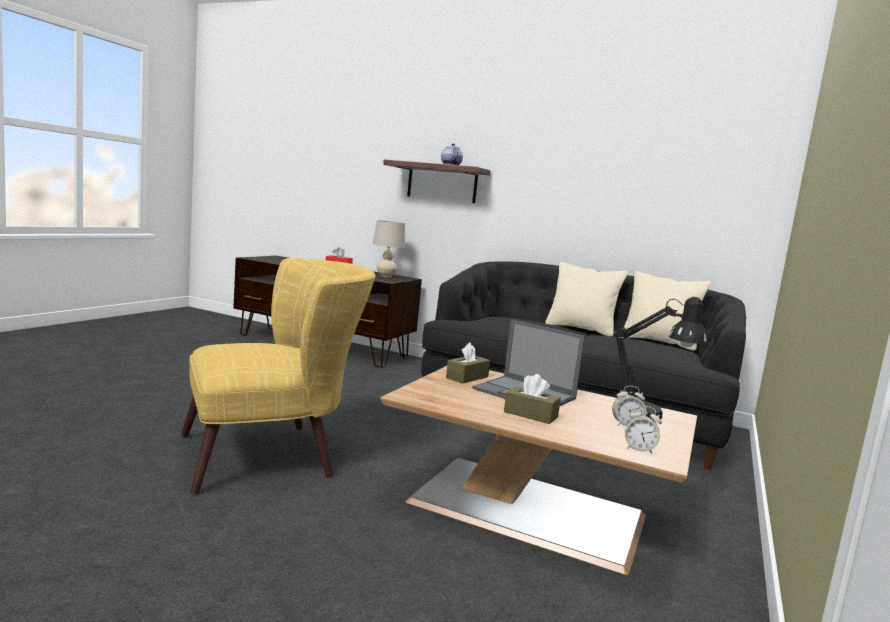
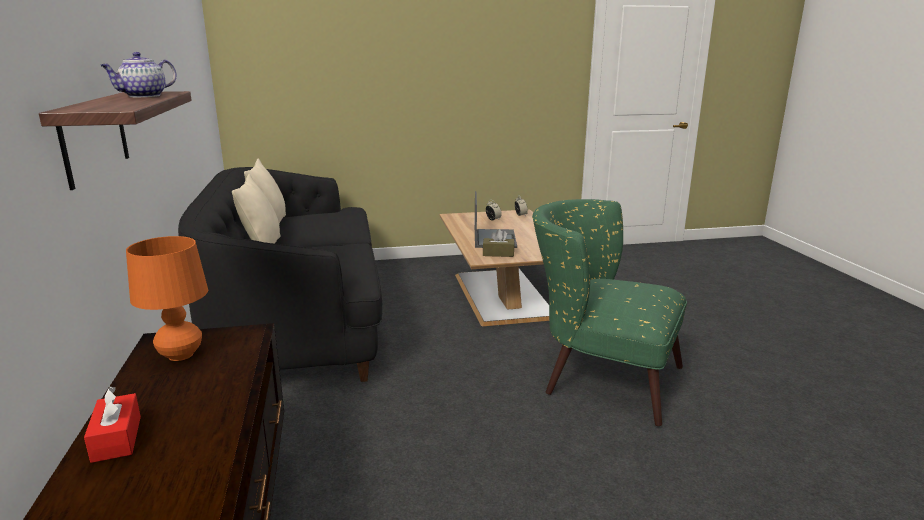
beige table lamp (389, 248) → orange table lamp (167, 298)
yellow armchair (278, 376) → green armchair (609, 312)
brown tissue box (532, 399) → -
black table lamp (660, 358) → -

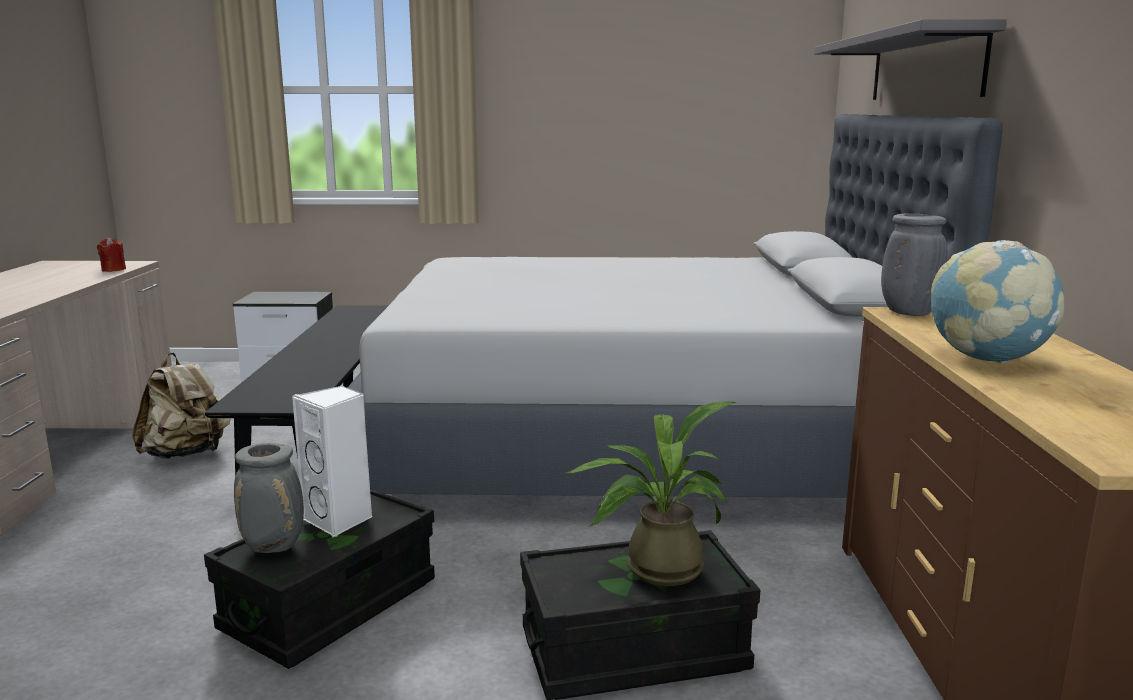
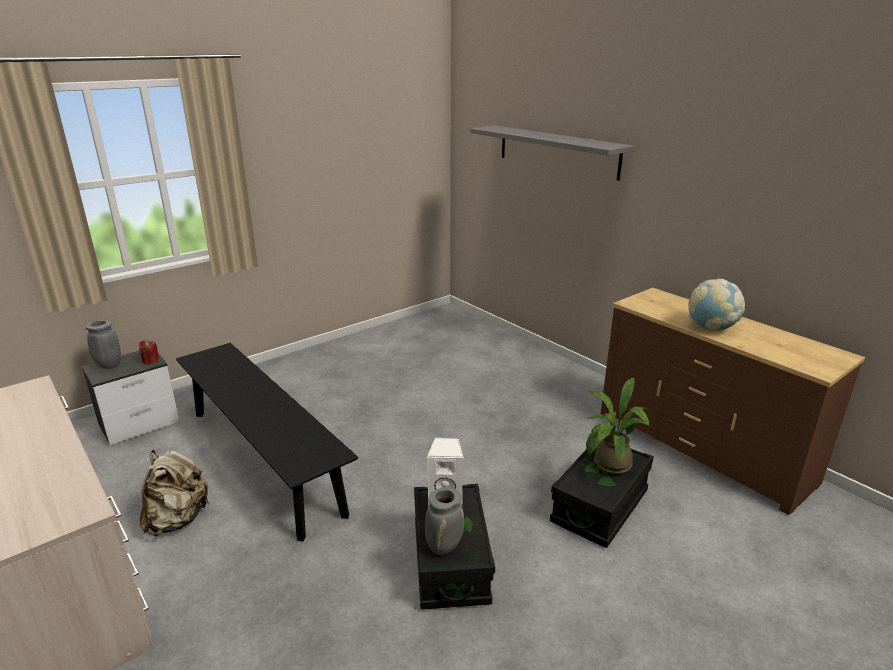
grey vase (914, 264) → grey vase (103, 344), shifted
red candle (111, 254) → red candle (149, 352), shifted
grey bed (675, 306) → -

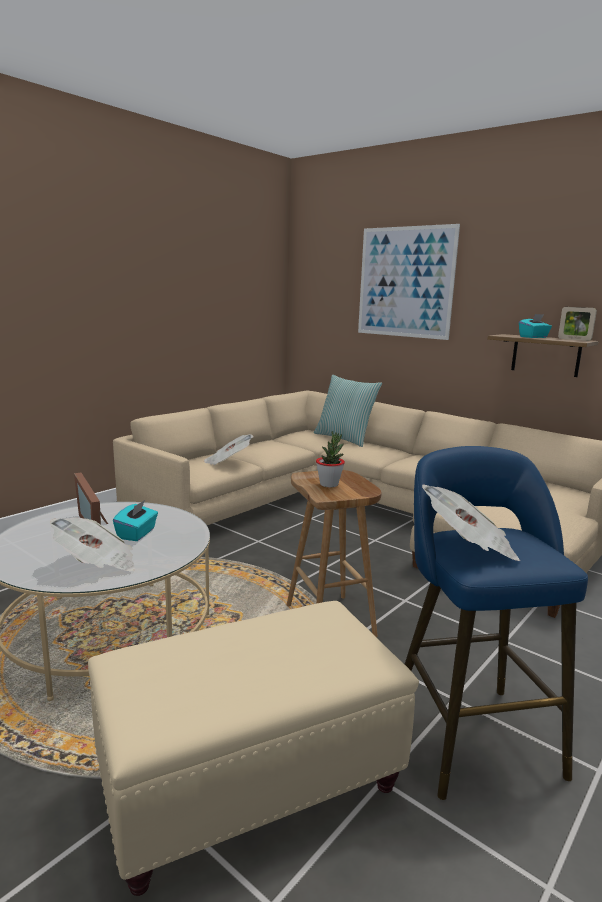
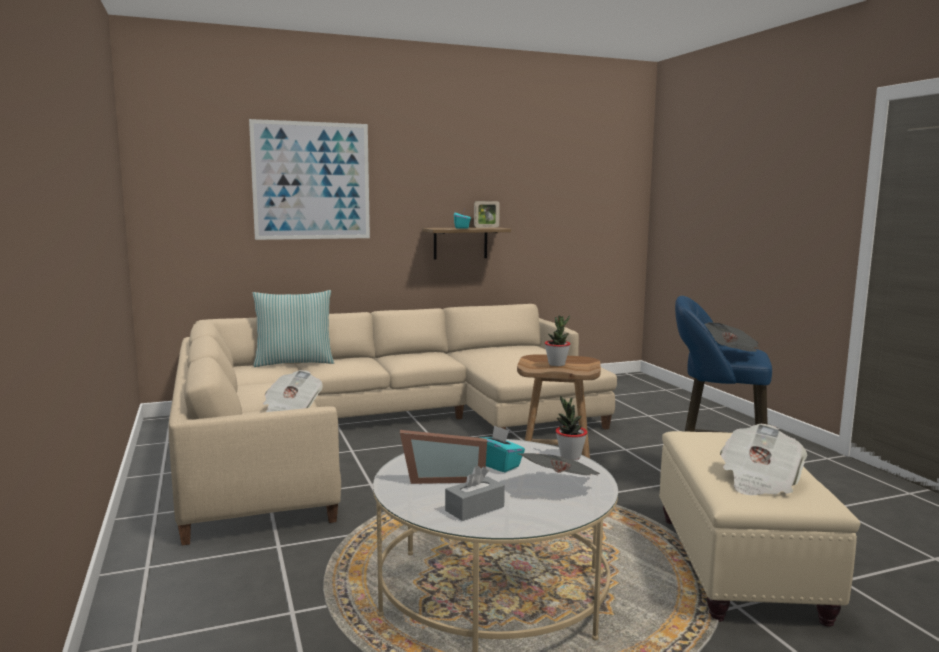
- → grey tissue box (475, 493)
- → potted plant (571, 427)
- → newspaper (764, 459)

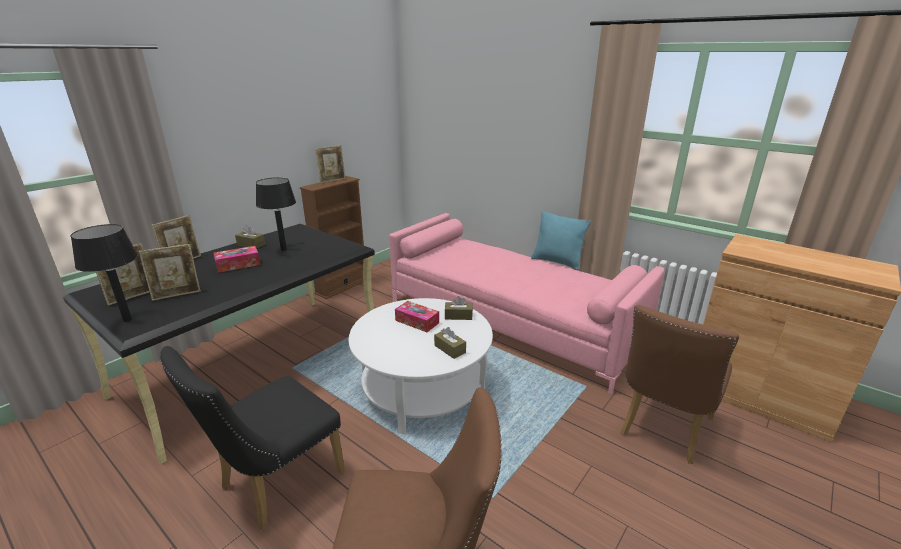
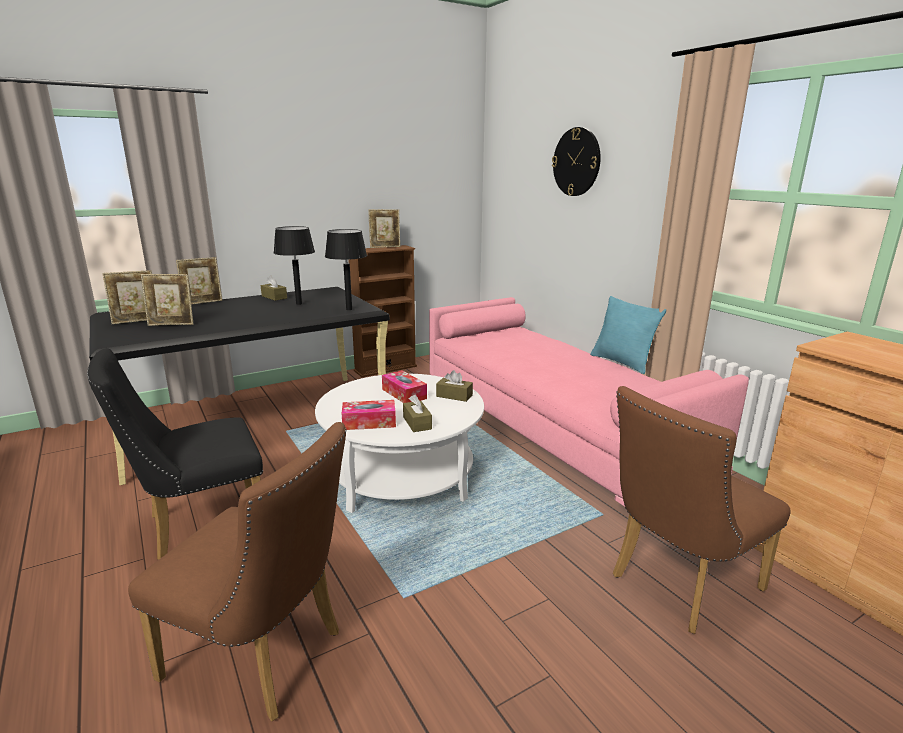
black table lamp (104, 273) → black table lamp (346, 269), shifted
tissue box (237, 259) → tissue box (369, 415), shifted
- → wall clock (576, 161)

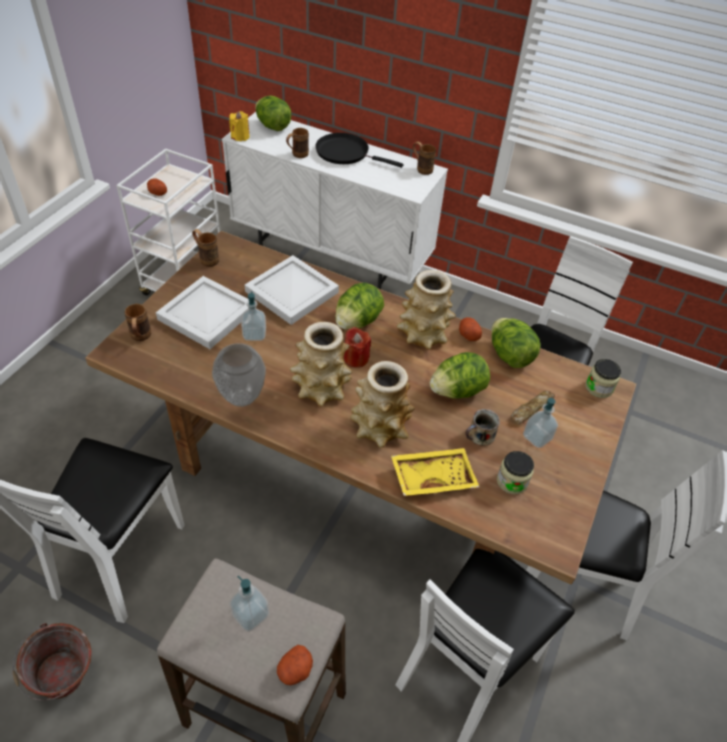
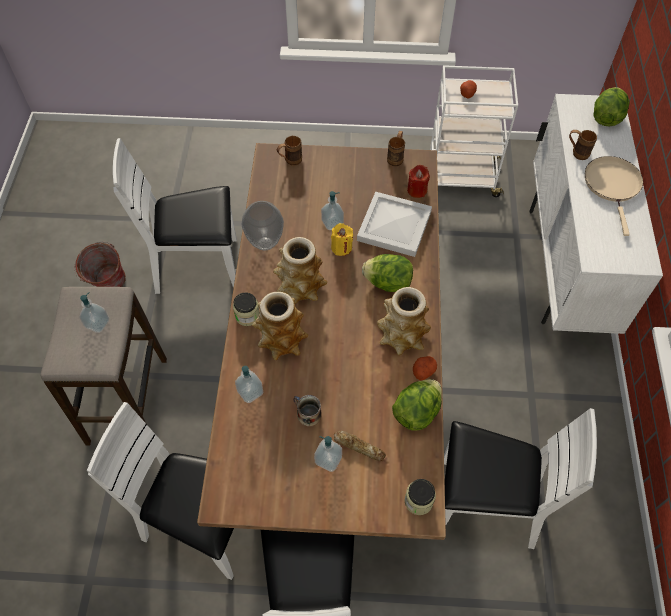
jar (515, 472) → jar (246, 309), shifted
yellow tray (435, 472) → soap dispenser (249, 384)
yellow candle (239, 126) → yellow candle (342, 239), shifted
red candle (357, 347) → red candle (418, 181), shifted
black frying pan (359, 150) → beige frying pan (614, 196)
white tray (202, 312) → -
potato (295, 665) → -
brown mug (424, 158) → -
lettuce (460, 375) → -

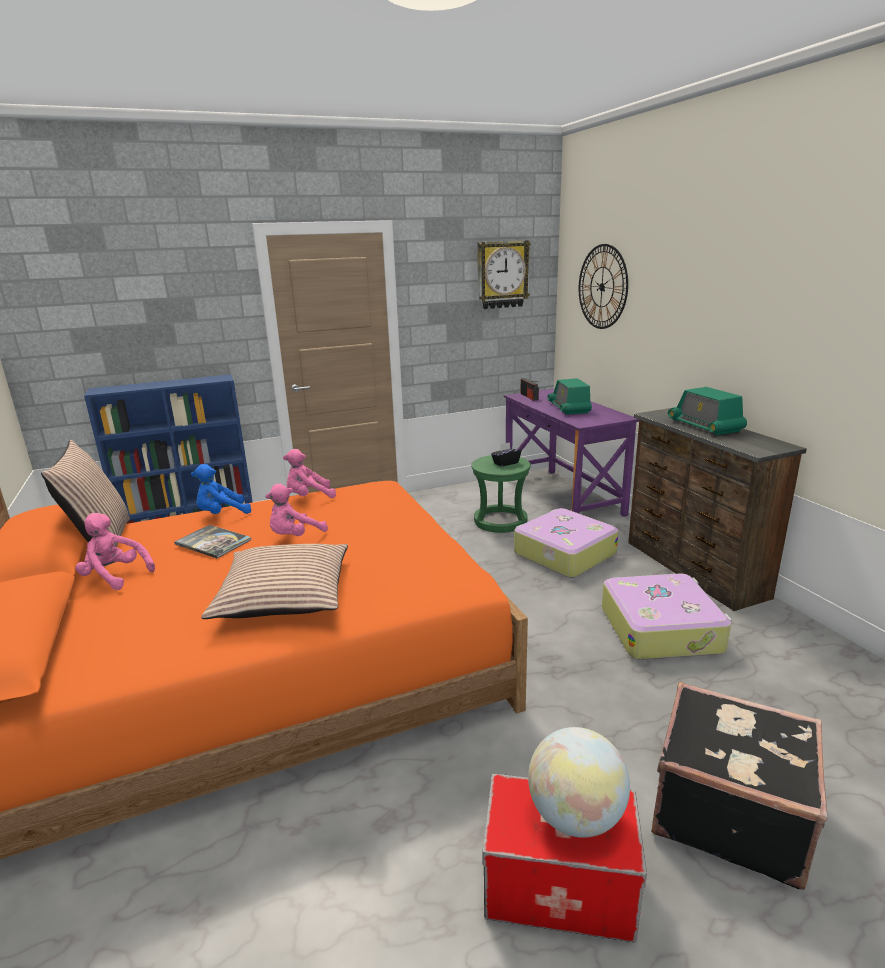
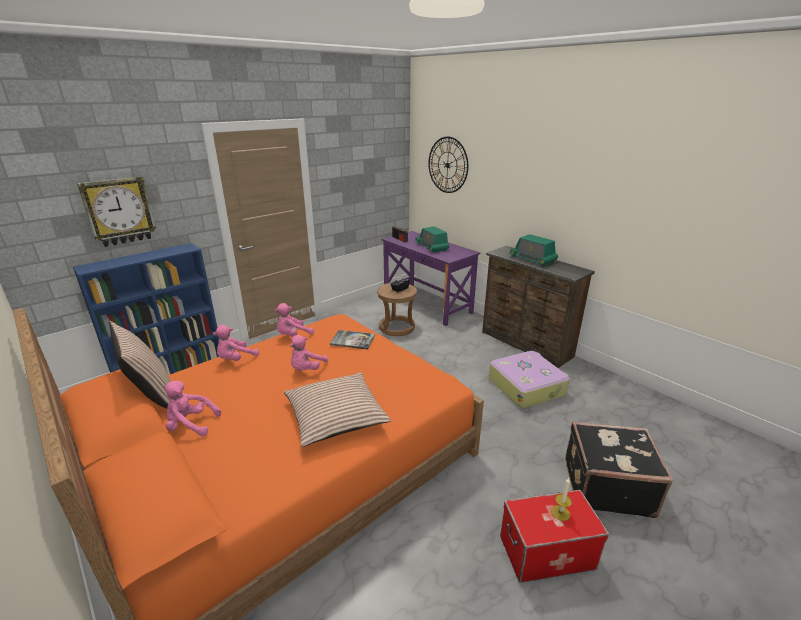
wall clock (504, 274) → wall clock (116, 211), shifted
blue plush toy (221, 489) → pink plush toy (236, 343)
book (212, 541) → book (352, 339), shifted
green stool (501, 494) → brown stool (397, 309)
globe (579, 782) → candle (561, 499)
suitcase (566, 543) → -

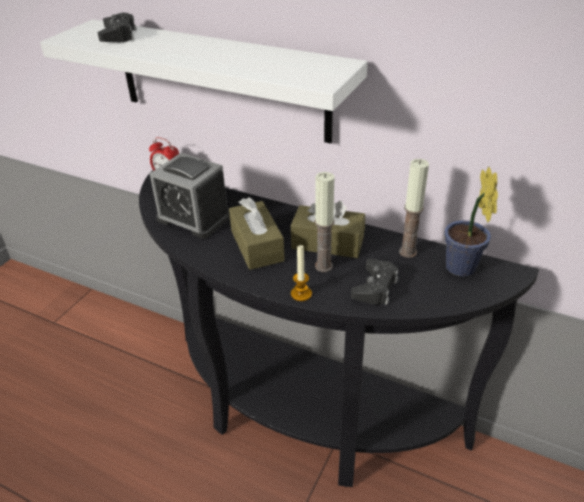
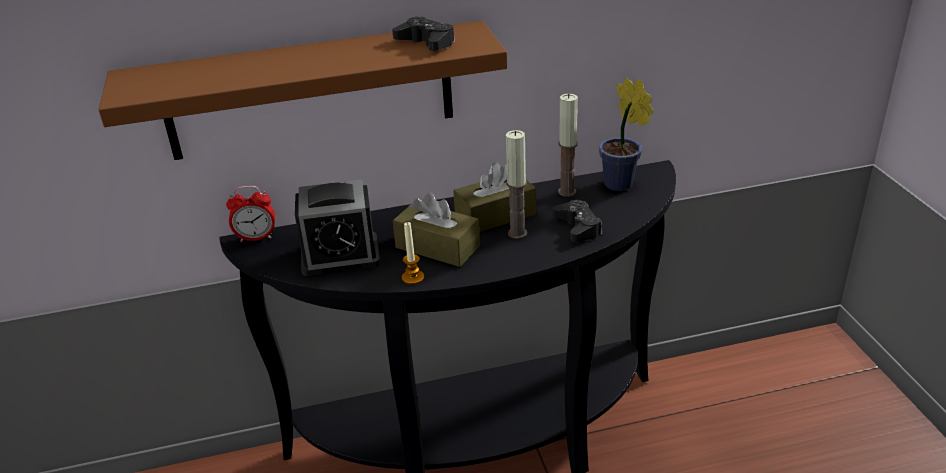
white shelf (204, 81) → brown shelf (302, 90)
black game controller (117, 27) → black game controller (423, 34), shifted
candle (301, 273) → candle (413, 253), shifted

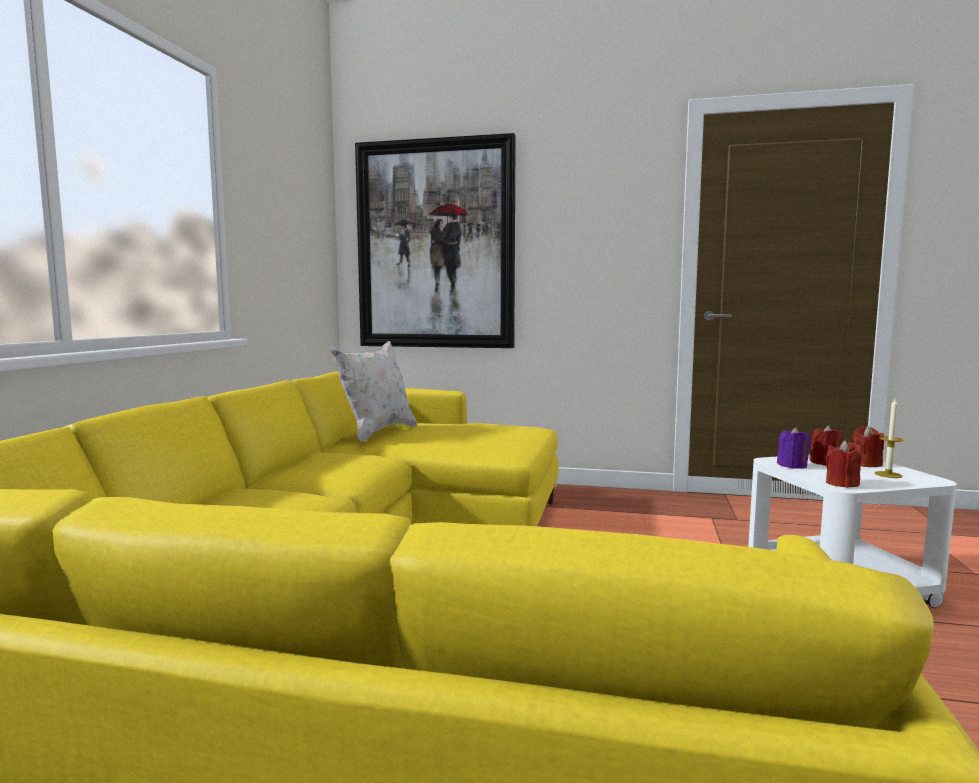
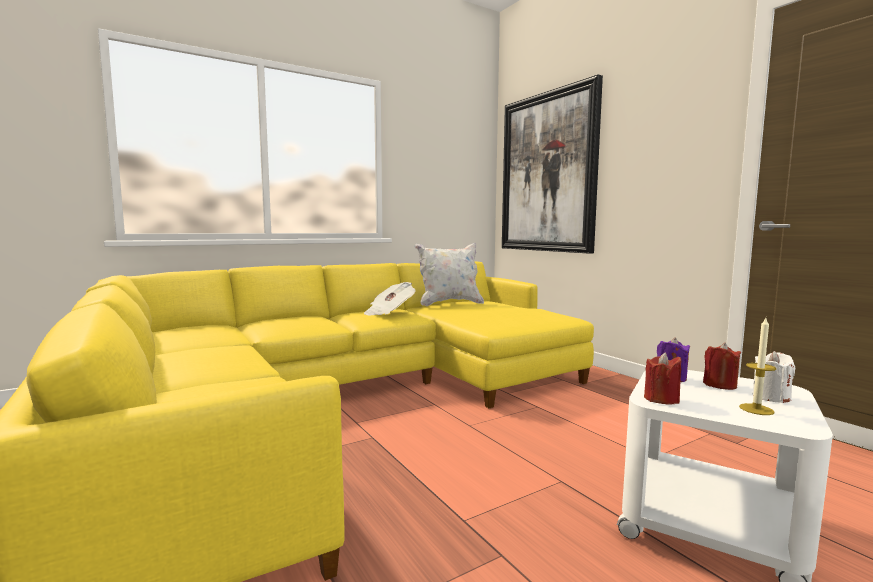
- → newspaper (390, 298)
red candle (867, 446) → white candle (773, 377)

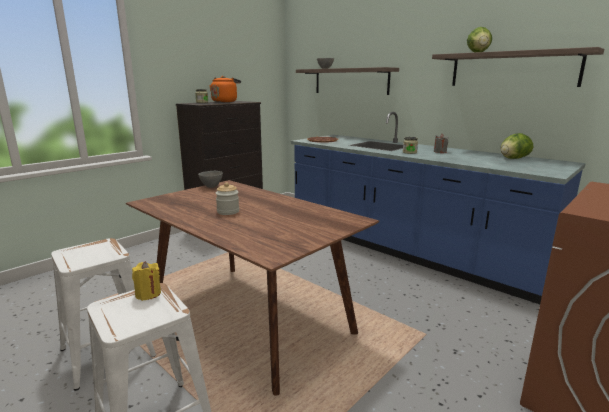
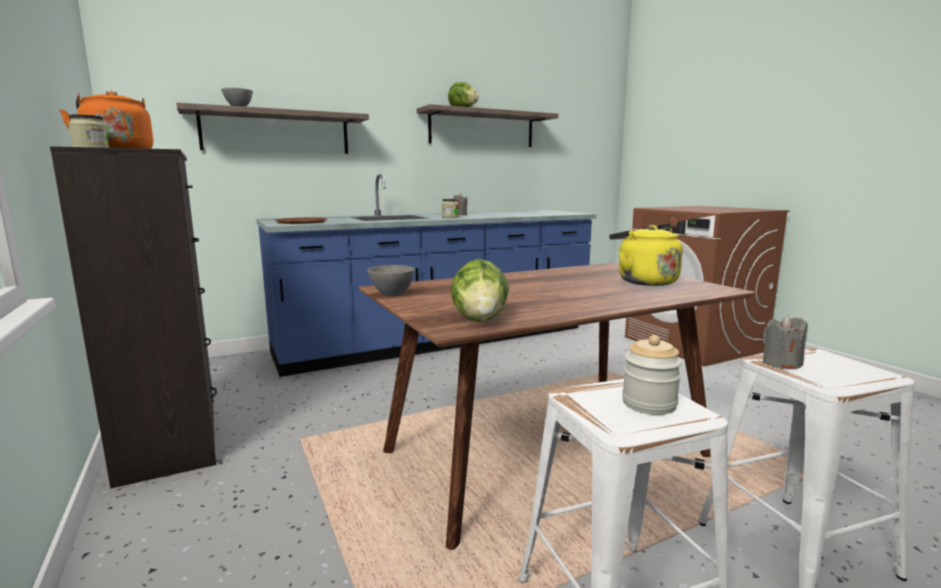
lettuce (517, 146) → lettuce (480, 290), shifted
- → yellow kettle (646, 255)
jar (227, 198) → jar (652, 375), shifted
yellow candle (146, 281) → grey candle (785, 342)

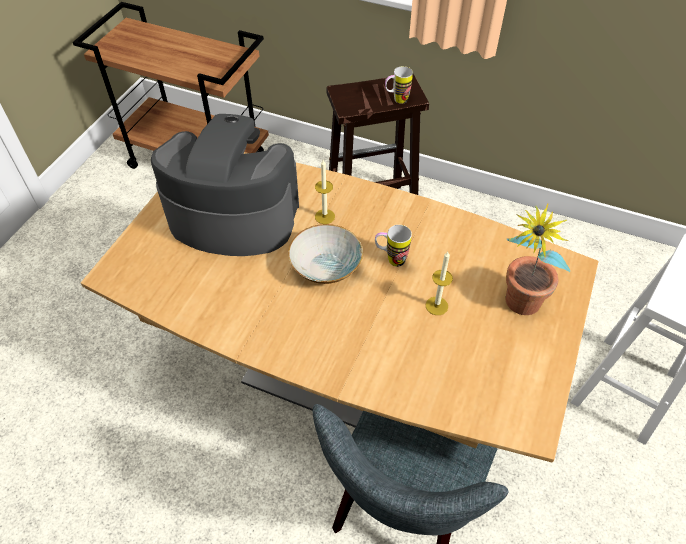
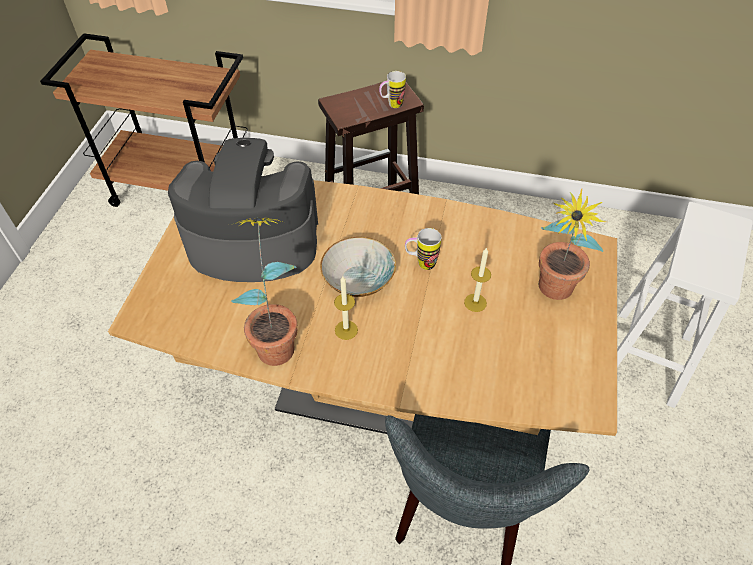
- → potted plant (264, 292)
candle (325, 192) → candle (346, 308), shifted

